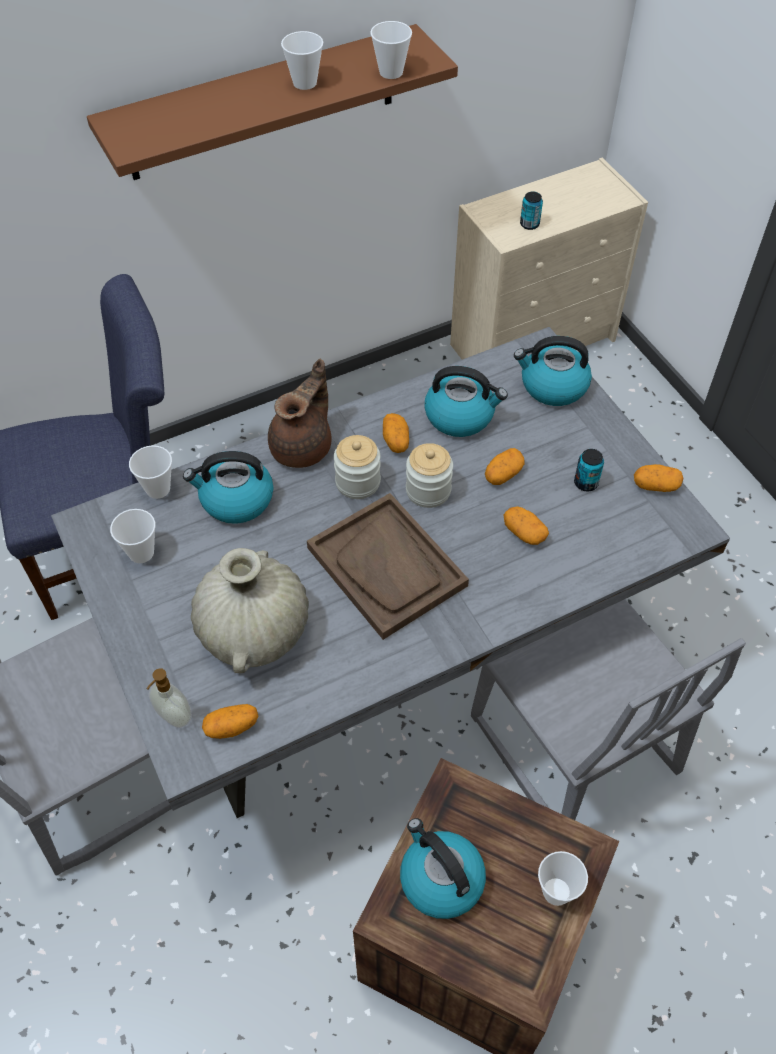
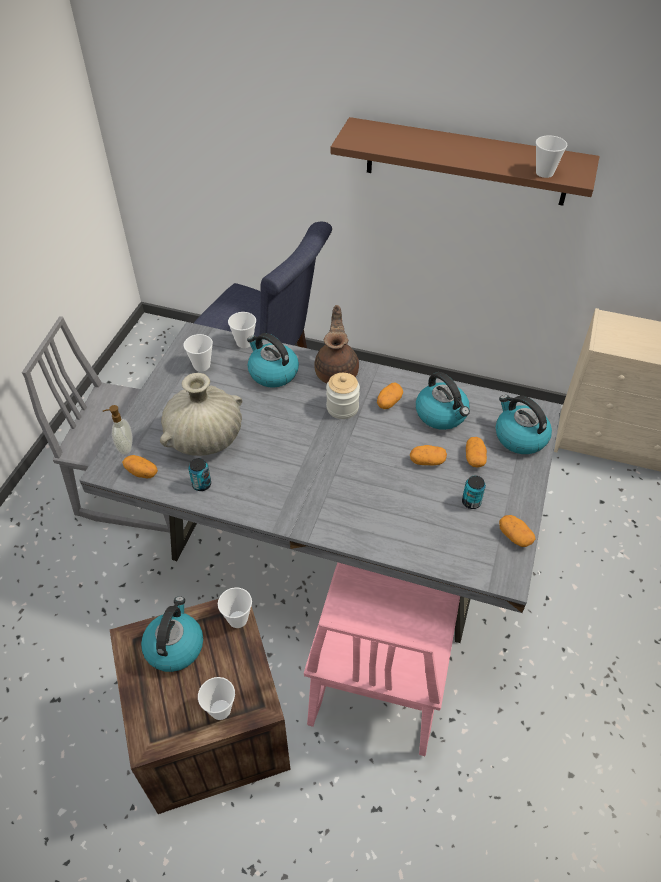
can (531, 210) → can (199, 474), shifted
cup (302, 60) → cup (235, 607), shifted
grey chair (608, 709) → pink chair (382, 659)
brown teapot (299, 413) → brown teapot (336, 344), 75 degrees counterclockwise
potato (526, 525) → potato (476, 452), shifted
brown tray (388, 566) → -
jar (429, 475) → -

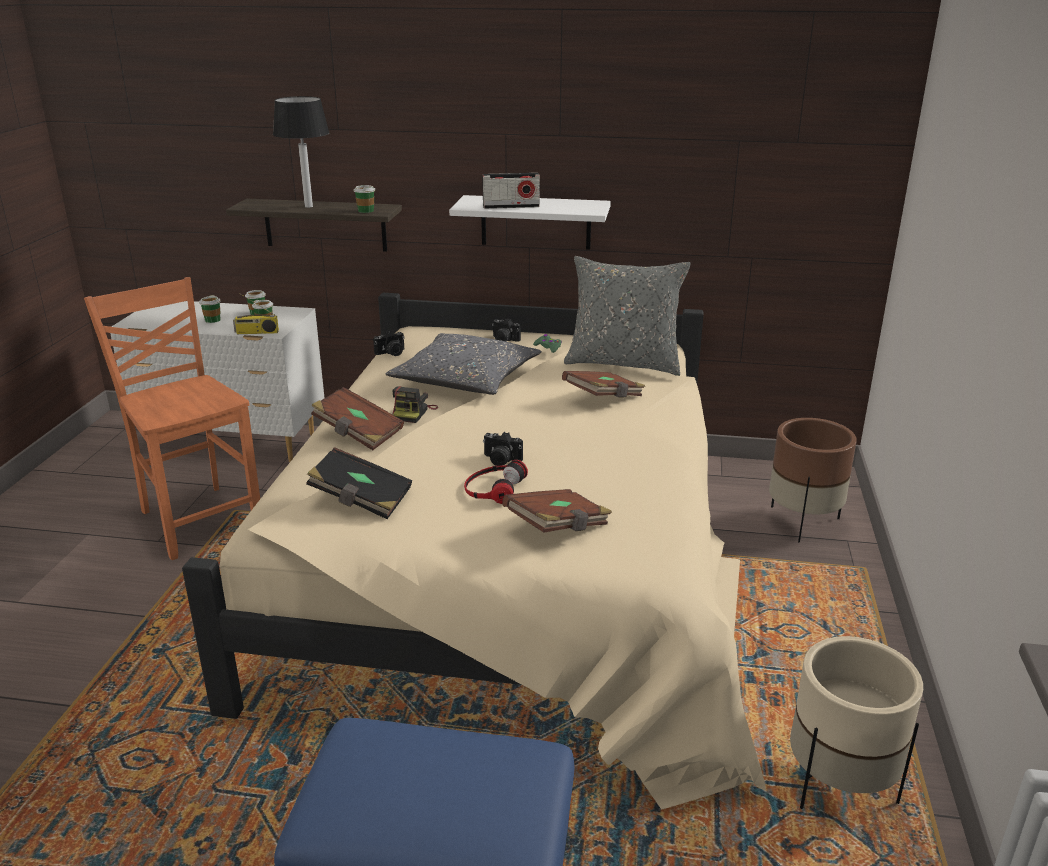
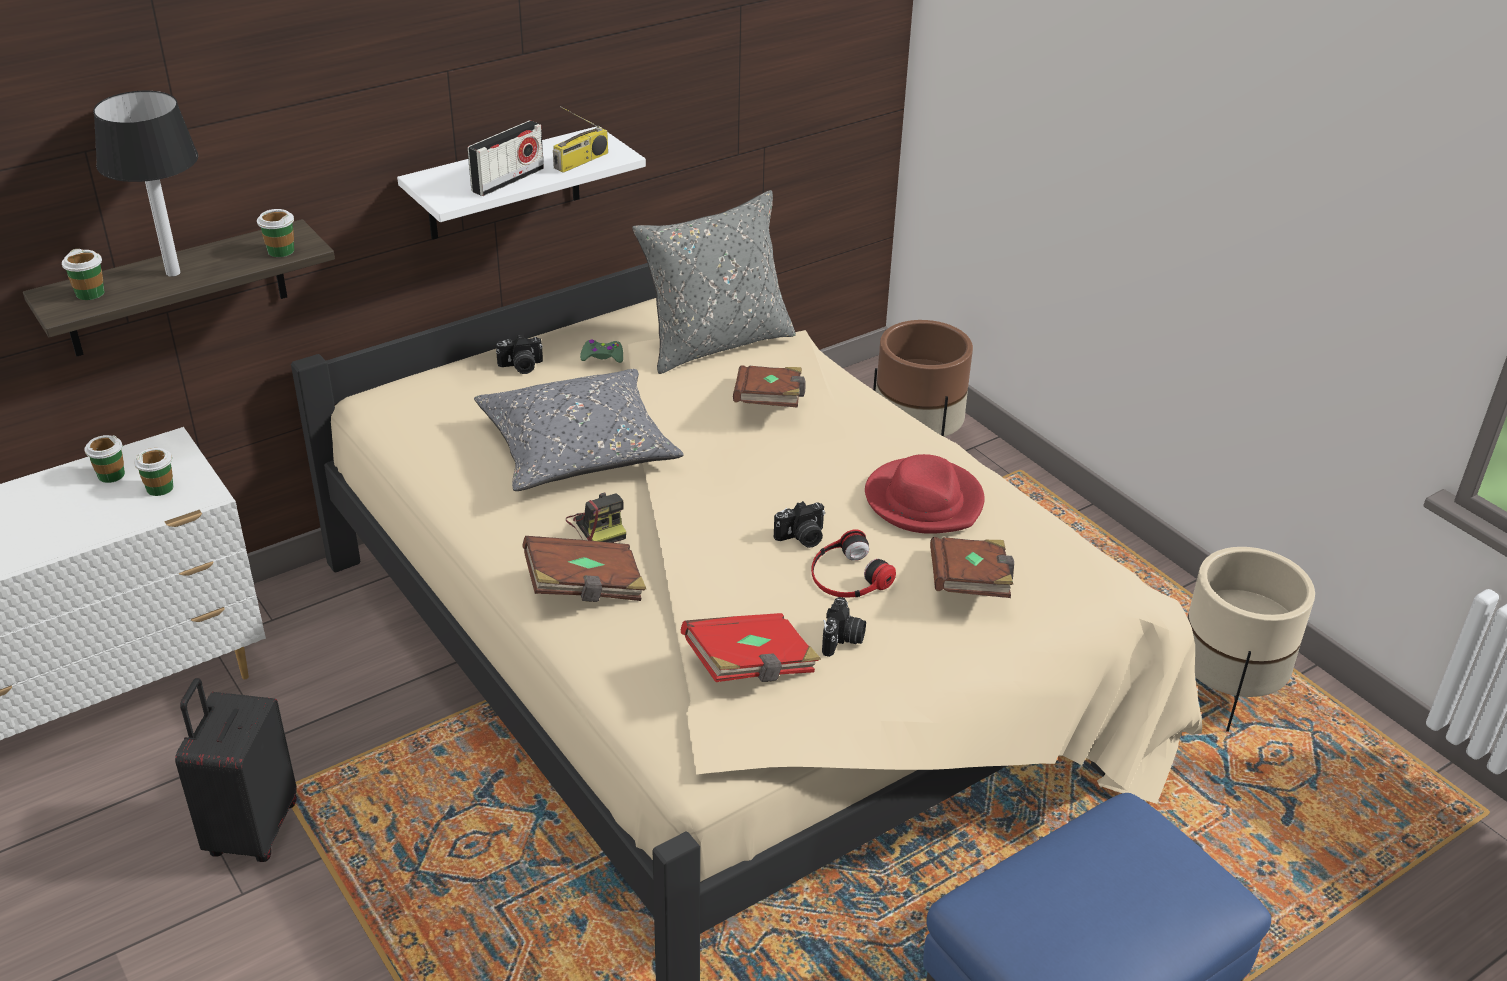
cup (210, 309) → cup (83, 274), shifted
orange chair (172, 418) → black suitcase (236, 770)
radio (256, 313) → radio (580, 139), shifted
black book (359, 483) → red book (751, 647)
photo camera (389, 343) → photo camera (844, 627), shifted
- → red hat (925, 494)

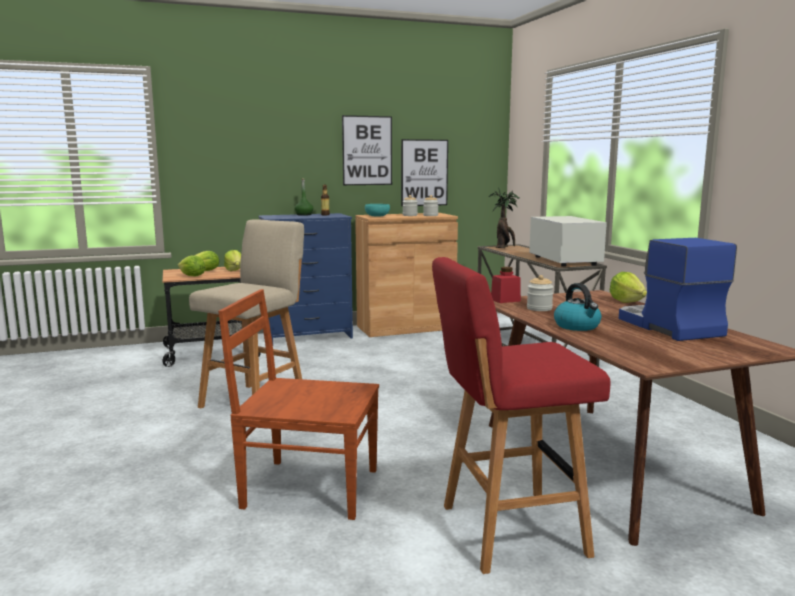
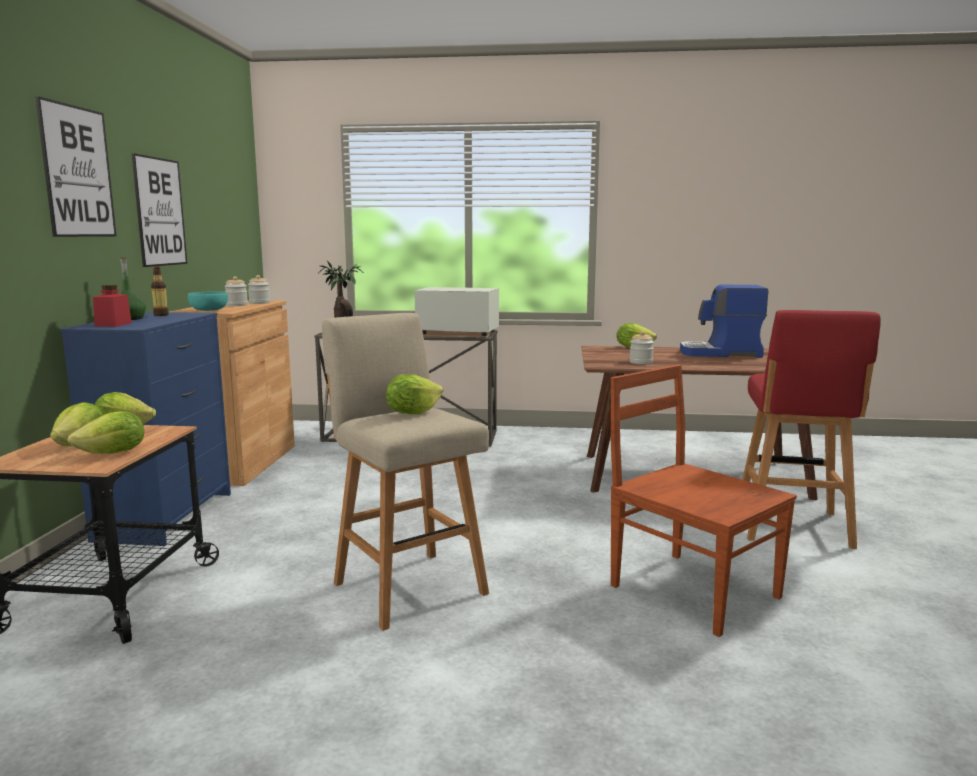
picture (424, 172) → picture (75, 166), shifted
red jar (506, 285) → red jar (112, 306), shifted
- → lettuce (414, 394)
brown chair (298, 404) → brown chair (704, 501), 105 degrees clockwise
kettle (577, 307) → -

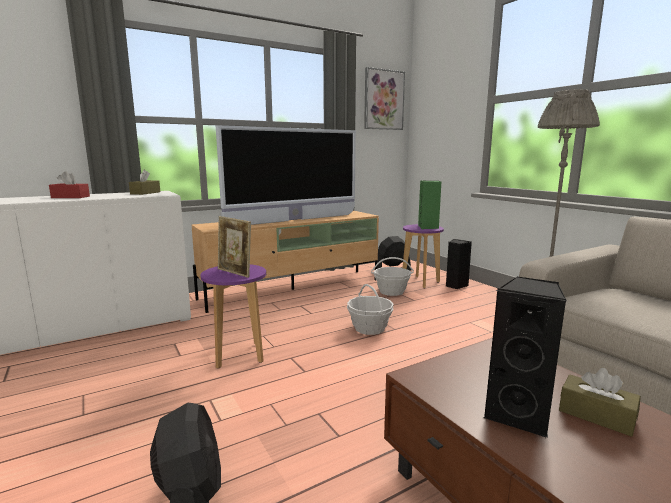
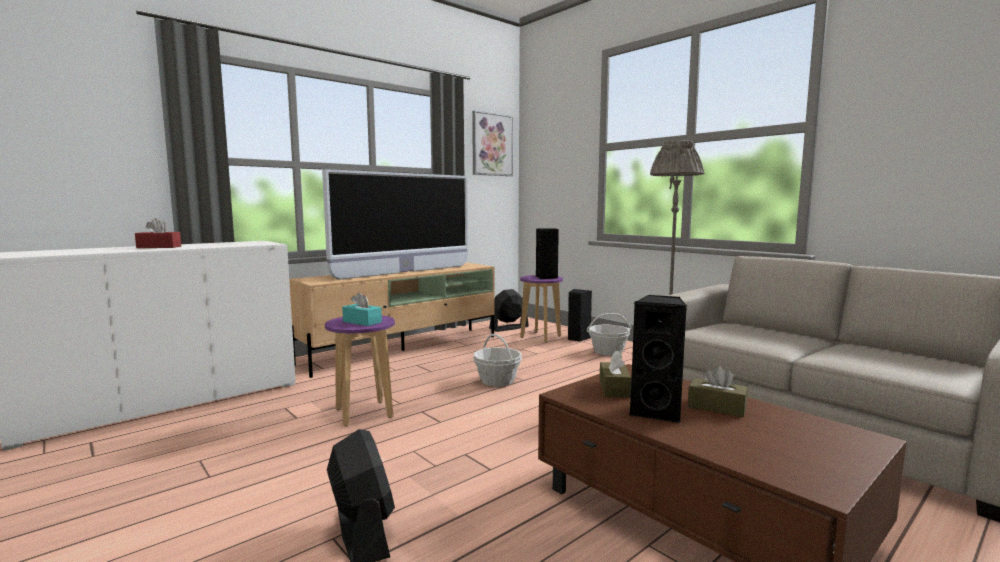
picture frame (234, 247) → turquoise tissue box (362, 309)
green speaker (429, 205) → black speaker (547, 253)
basket (392, 276) → basket (609, 334), shifted
brown tissue box (144, 182) → brown tissue box (615, 374), shifted

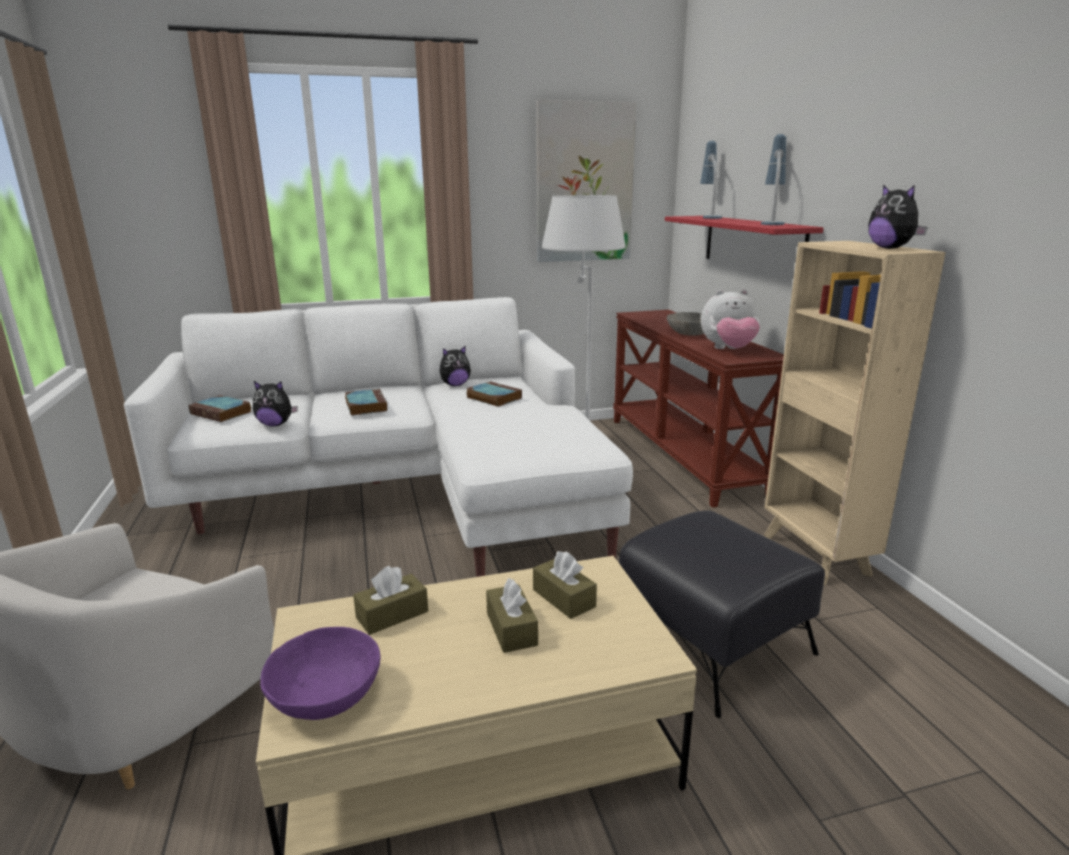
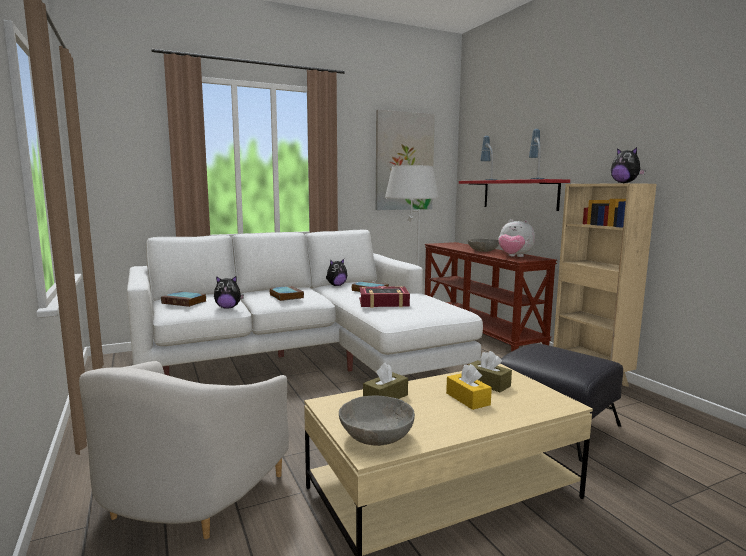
purple bowl (320, 673) → grey bowl (377, 420)
- → book (384, 297)
brown tissue box (512, 615) → yellow tissue box (469, 387)
plush toy (730, 319) → plush toy (516, 238), 45 degrees clockwise

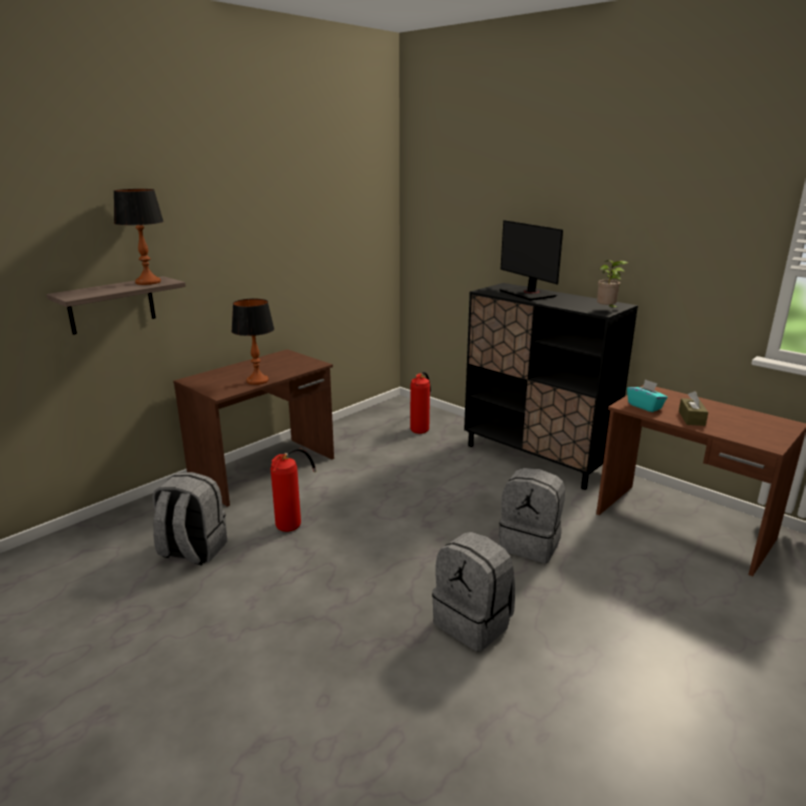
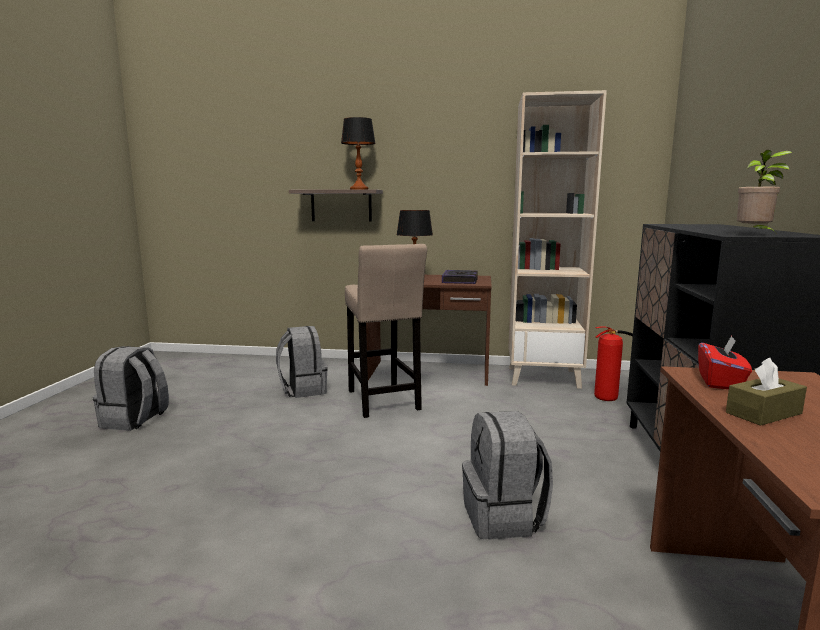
grey backpack (473, 592) → grey backpack (131, 388), shifted
fire extinguisher (294, 490) → beige stool (386, 331)
- → book (460, 277)
- → beige bookcase (557, 239)
turquoise tissue box (647, 395) → red tissue box (725, 362)
monitor (531, 260) → -

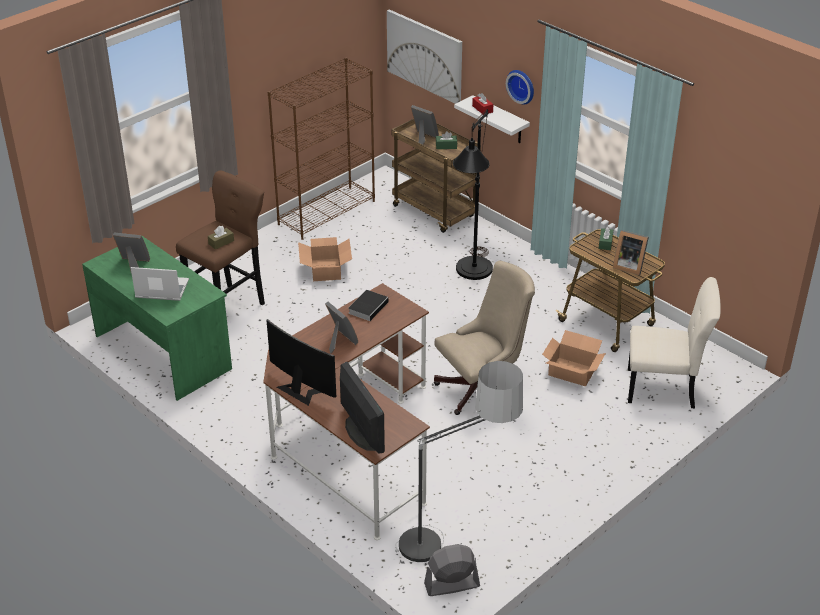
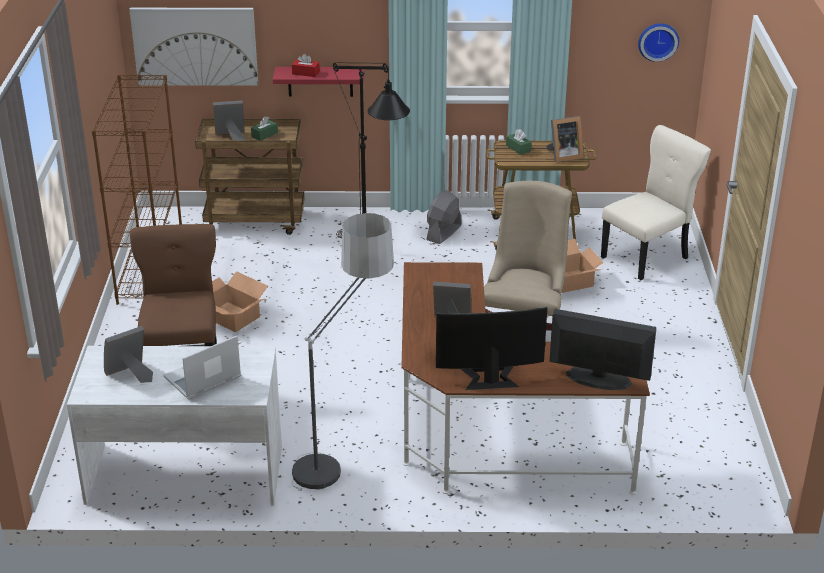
green desk (157, 318) → white desk (174, 426)
white shelf (492, 119) → red shelf (318, 82)
floor lamp (459, 461) → floor lamp (342, 352), shifted
grey fan (452, 570) → grey fan (444, 217), shifted
wall clock (520, 87) → wall clock (658, 43), shifted
brown tissue box (221, 237) → -
book (369, 305) → -

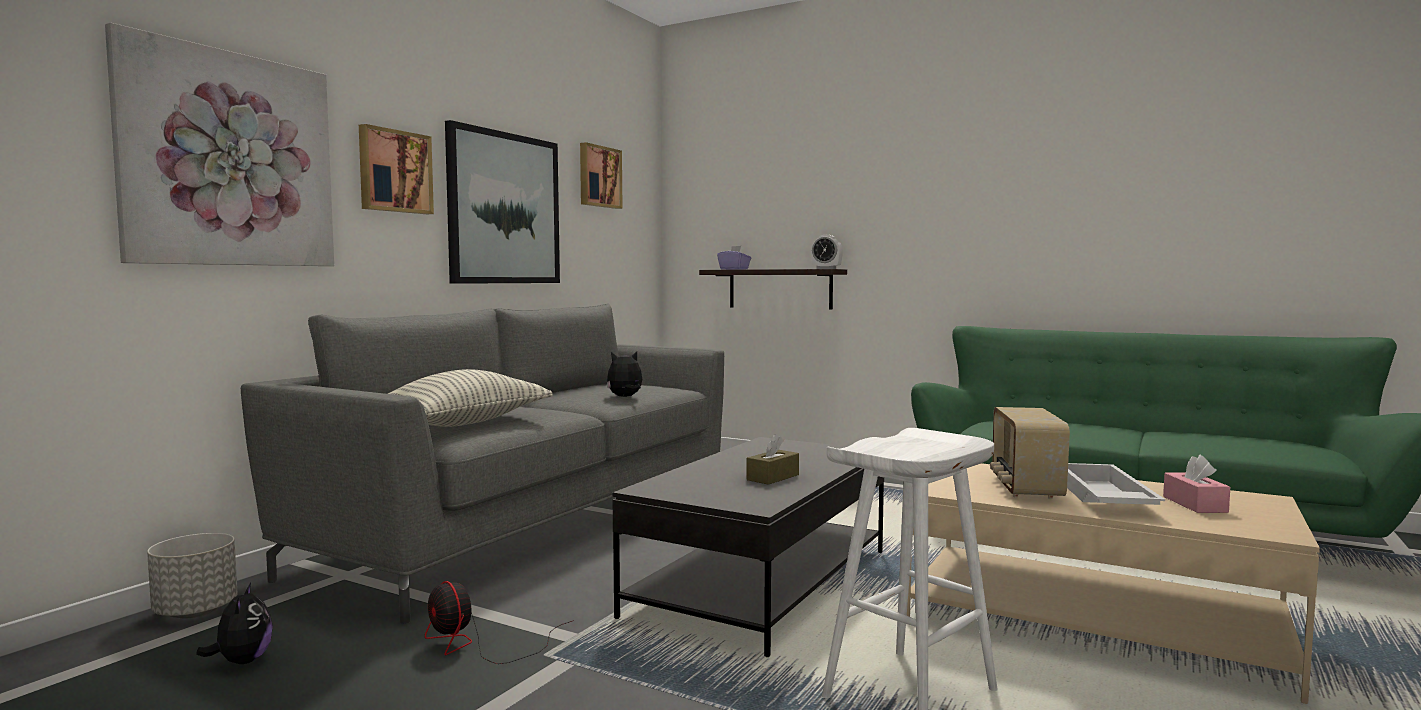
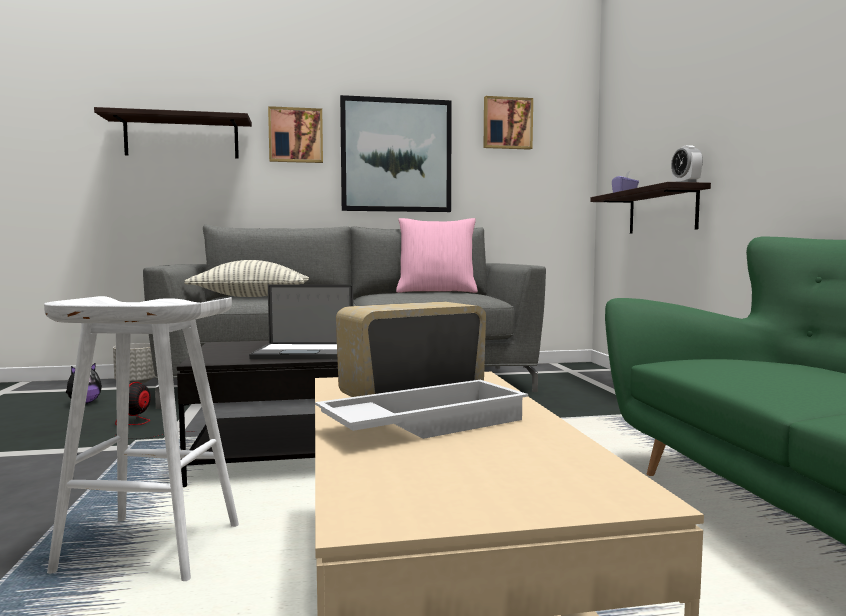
picture (219, 144) → shelf (173, 132)
brown tissue box (773, 459) → laptop (301, 321)
- → pink pillow (437, 255)
plush toy (624, 374) → -
pink tissue box (1196, 484) → -

